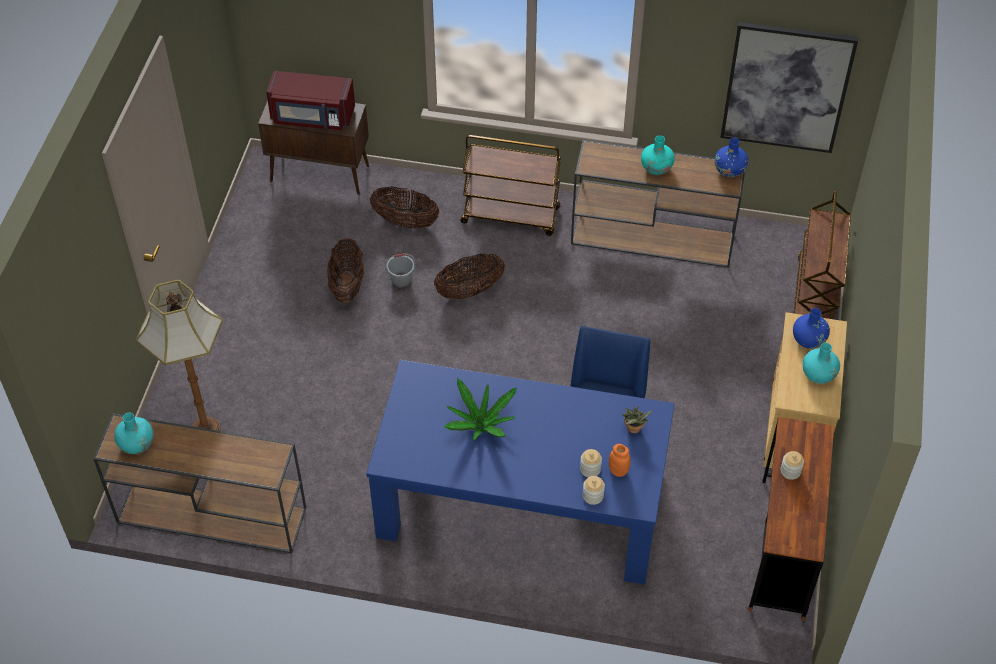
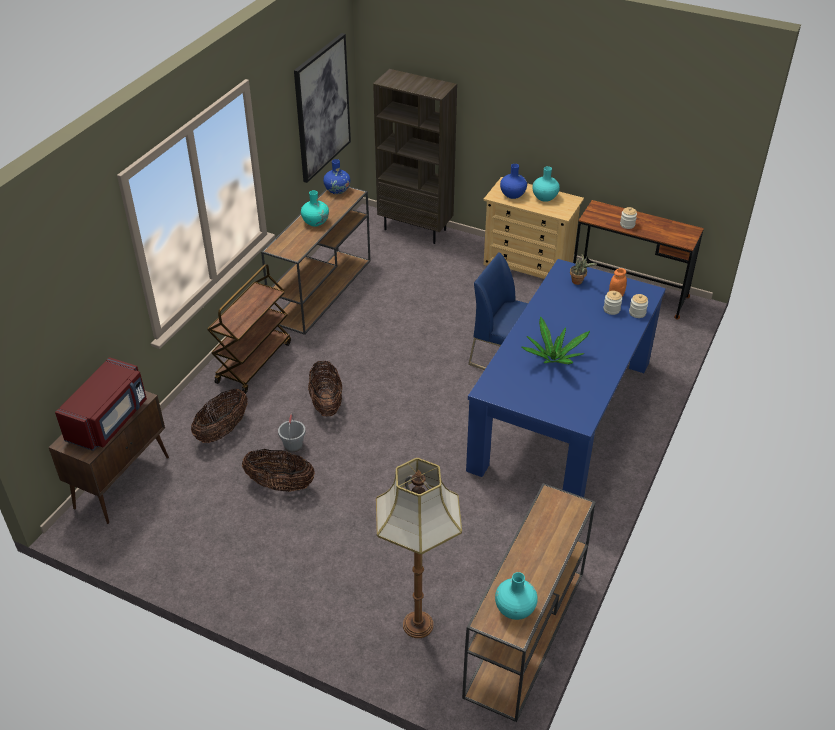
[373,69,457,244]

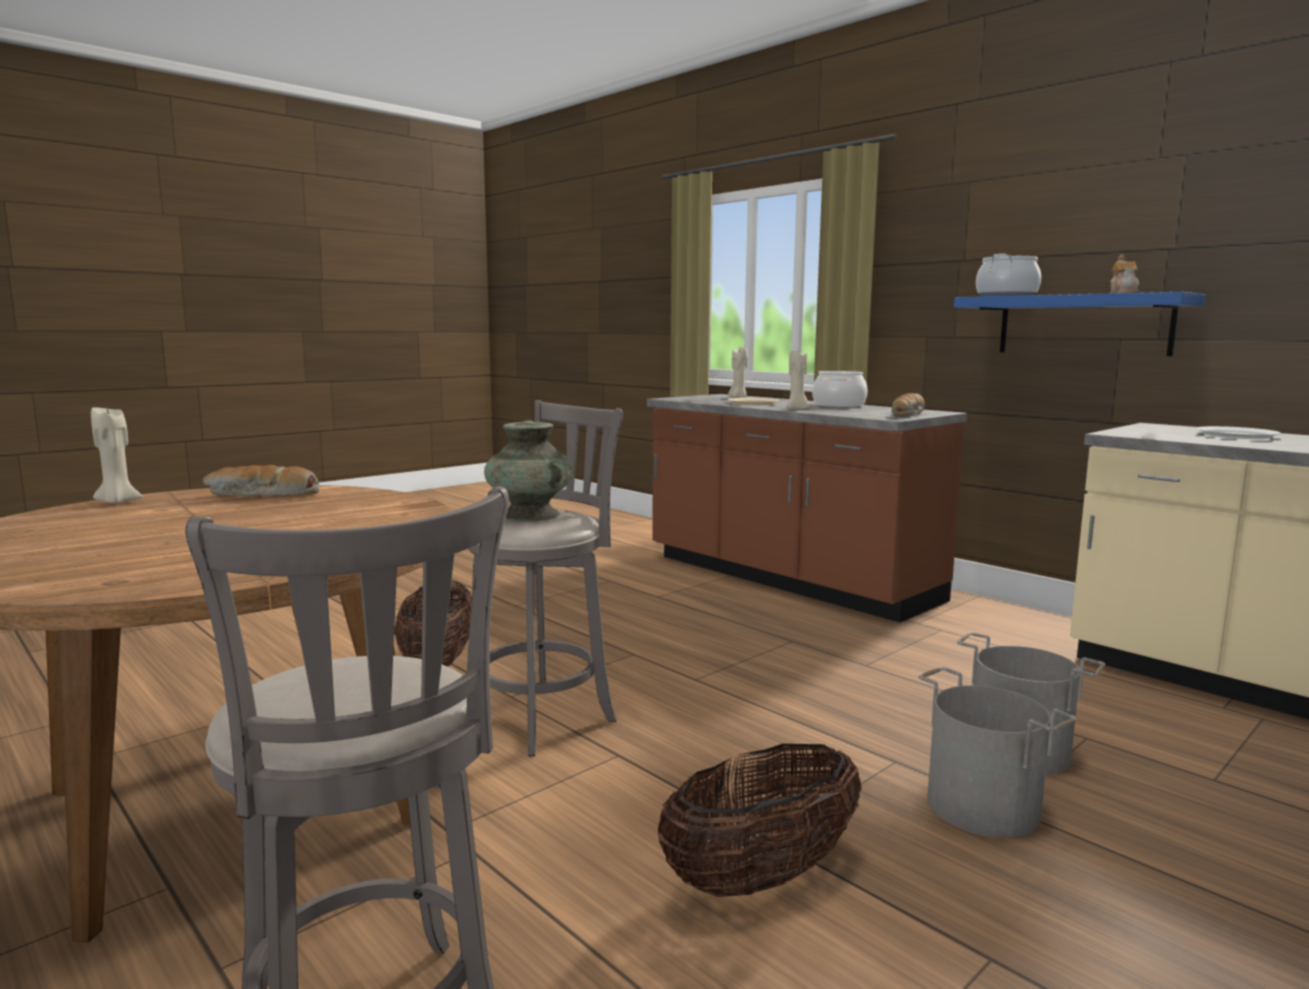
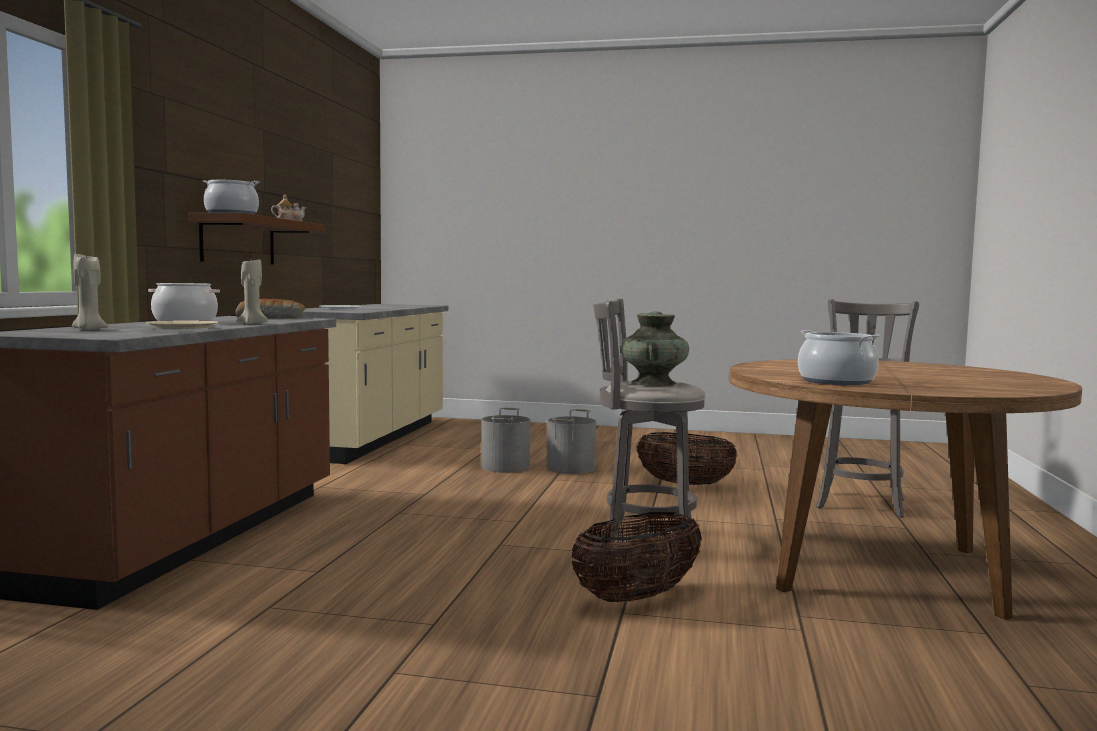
[91,406,143,503] (first image)
[798,330,880,385]
[188,213,325,264]

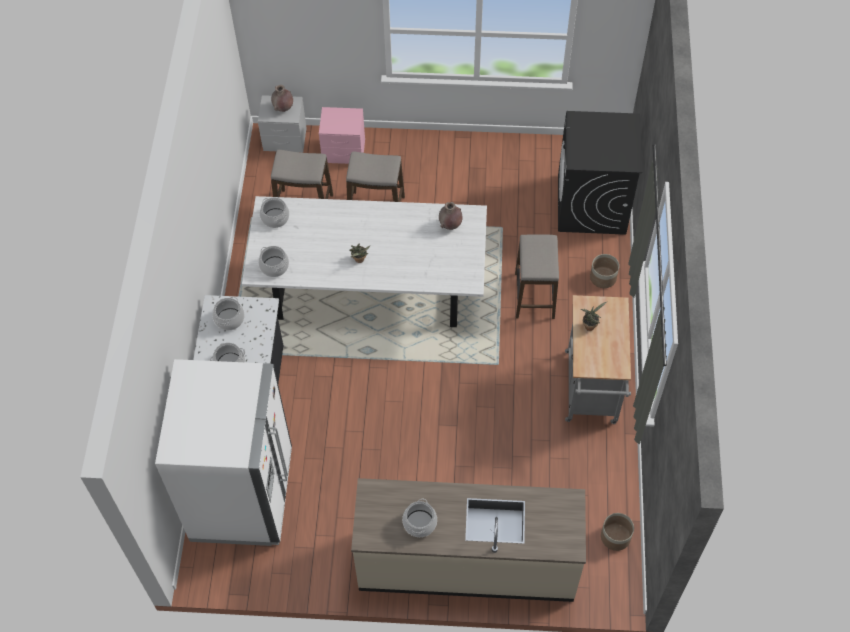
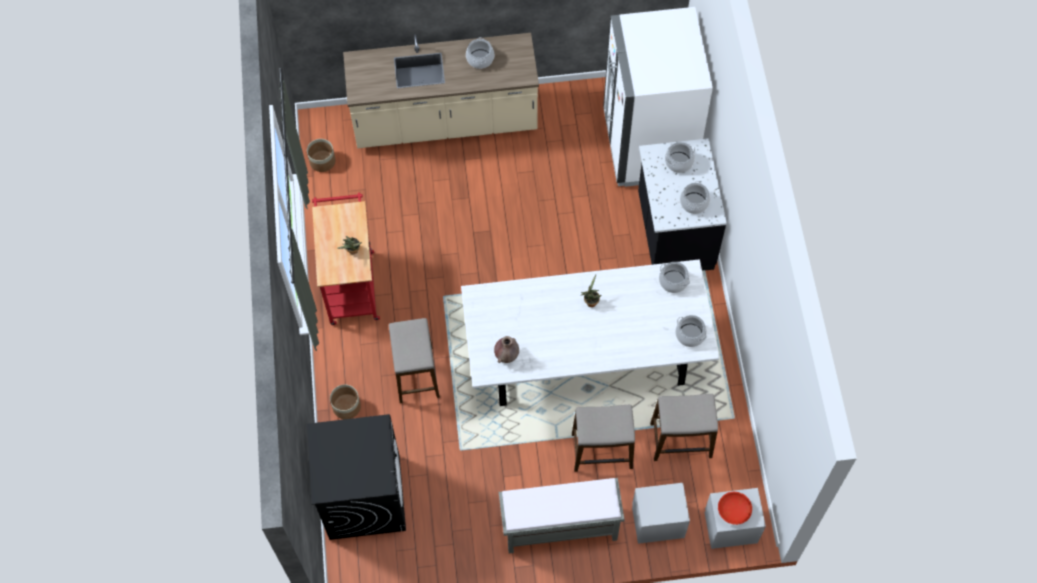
[718,492,752,525]
[632,483,690,544]
[312,193,380,325]
[499,478,625,554]

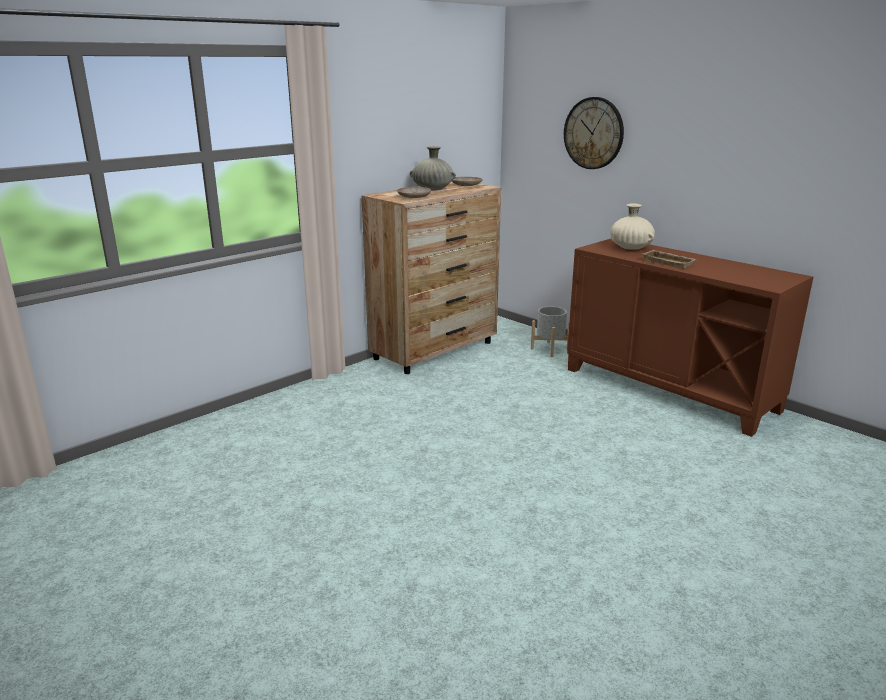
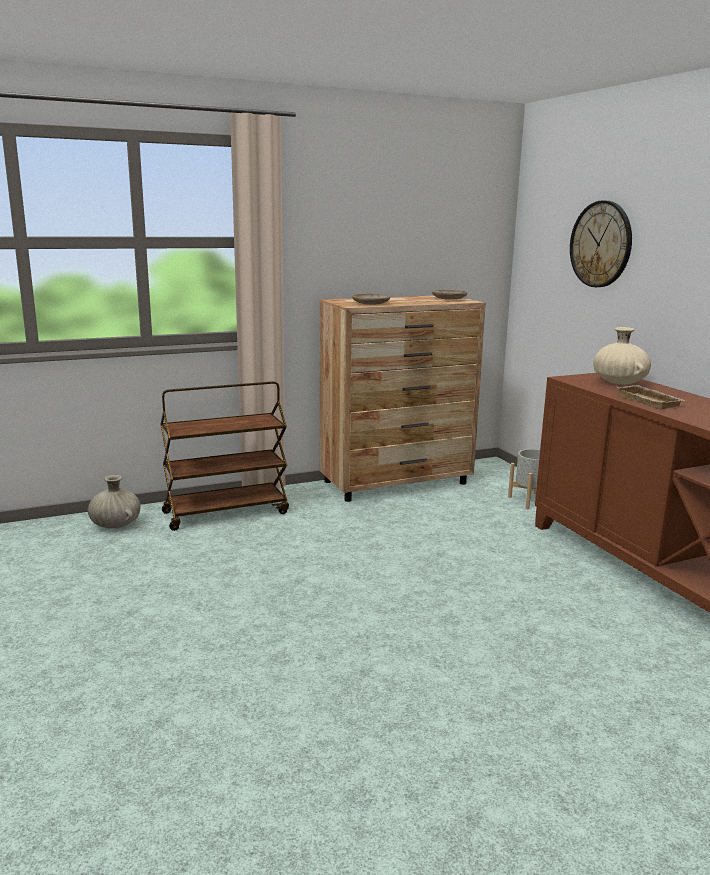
[88,475,141,529]
[161,381,289,531]

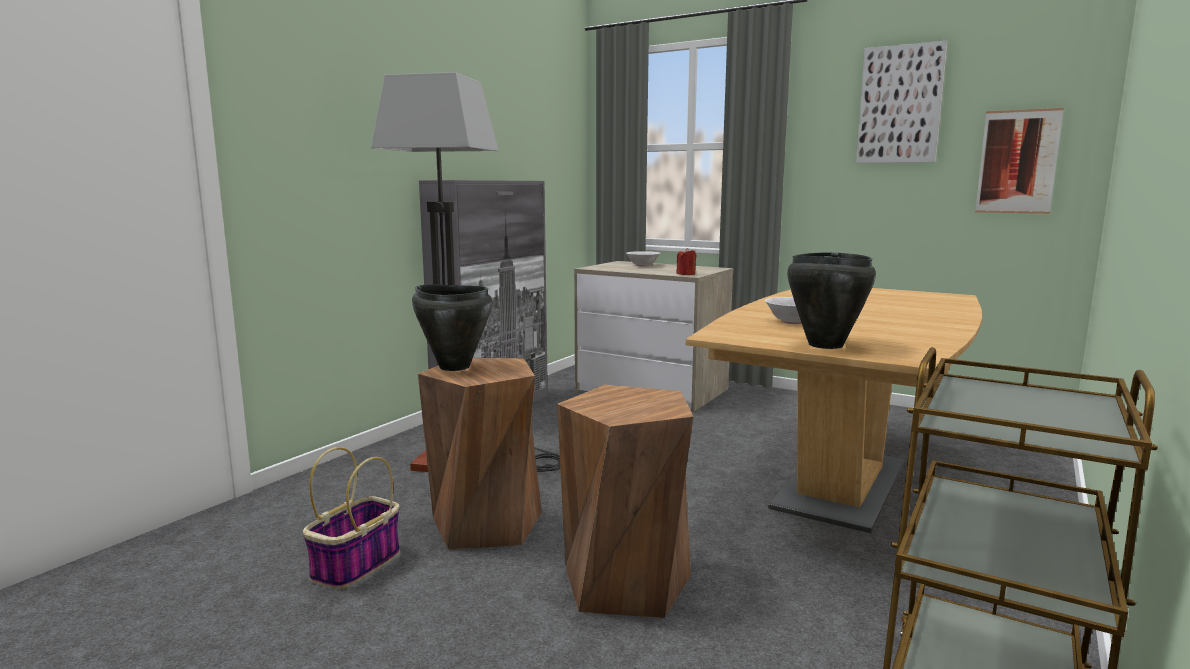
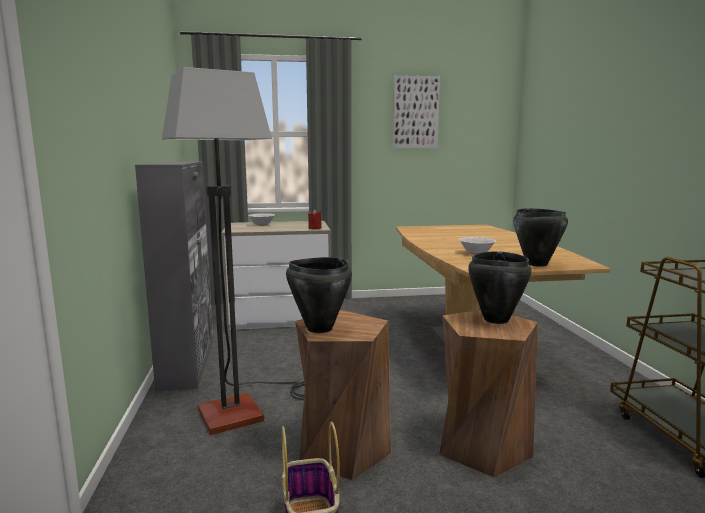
[975,108,1064,214] (first image)
[468,251,532,324]

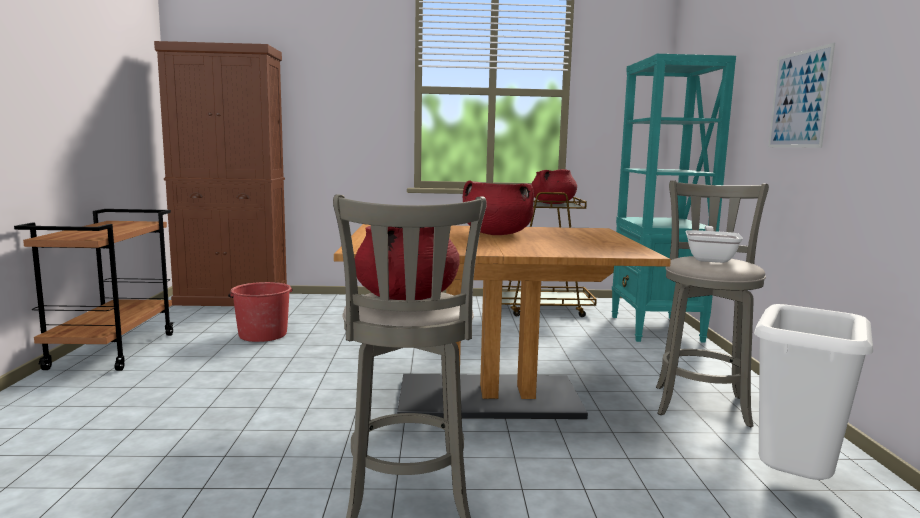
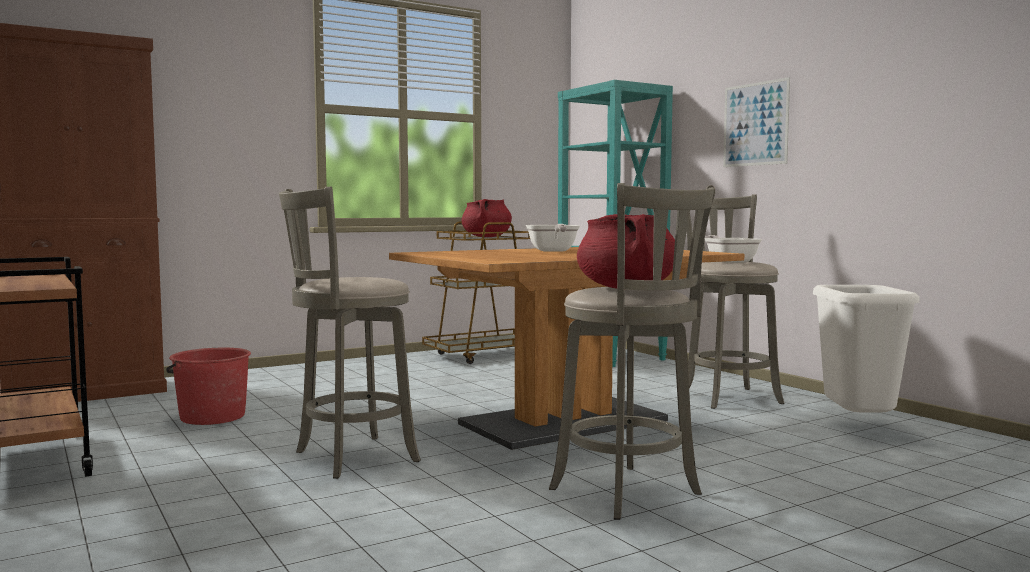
[526,224,580,252]
[279,187,421,479]

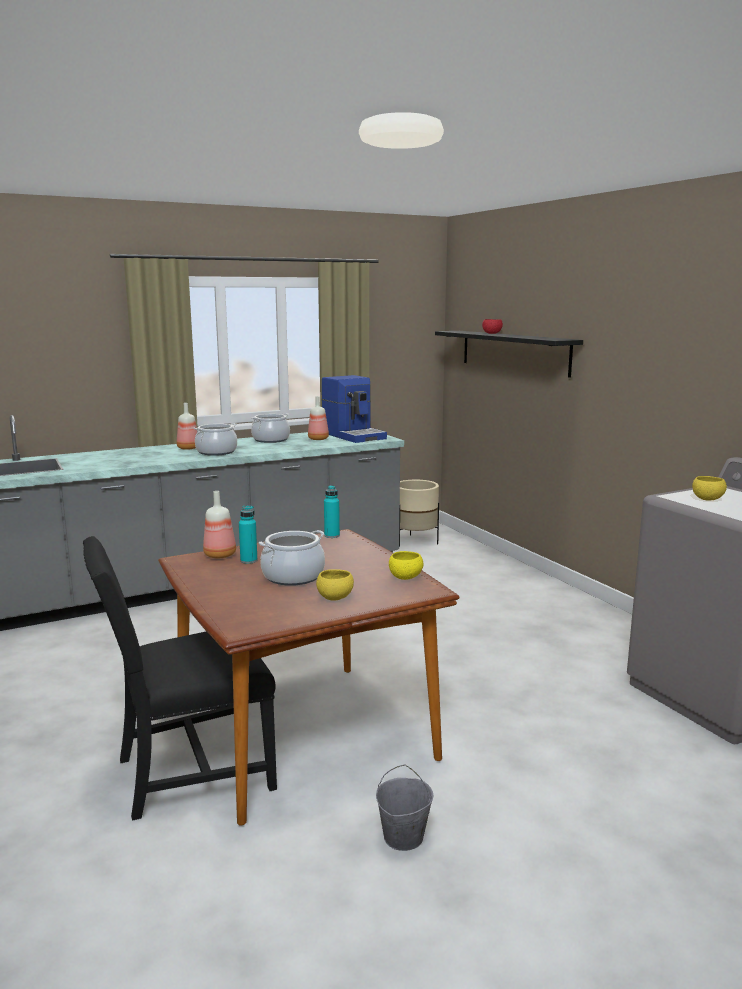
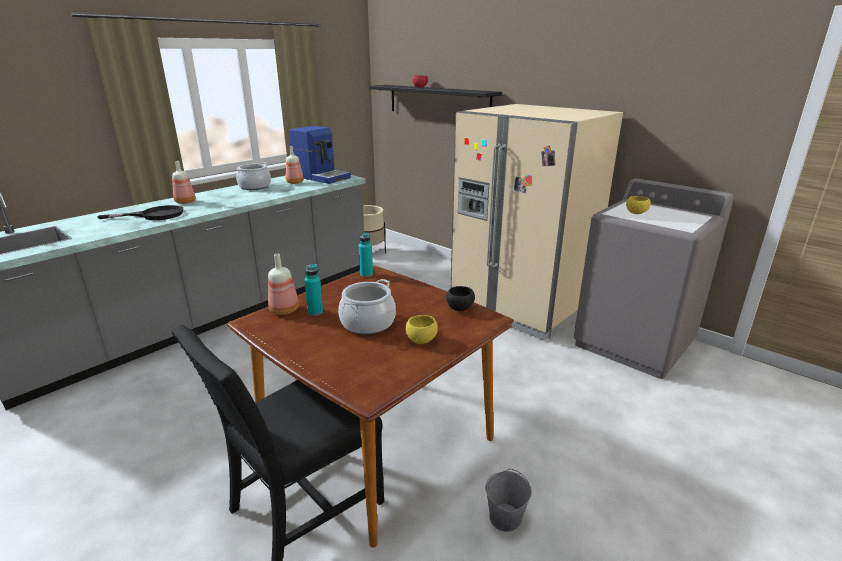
[193,423,237,456] (first image)
[446,286,475,311]
[98,205,183,220]
[451,104,623,341]

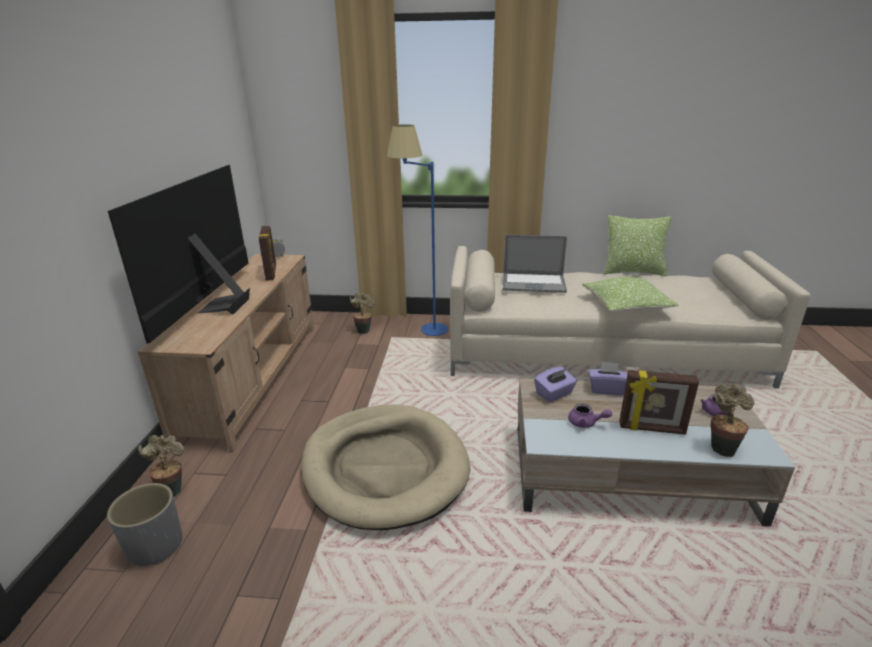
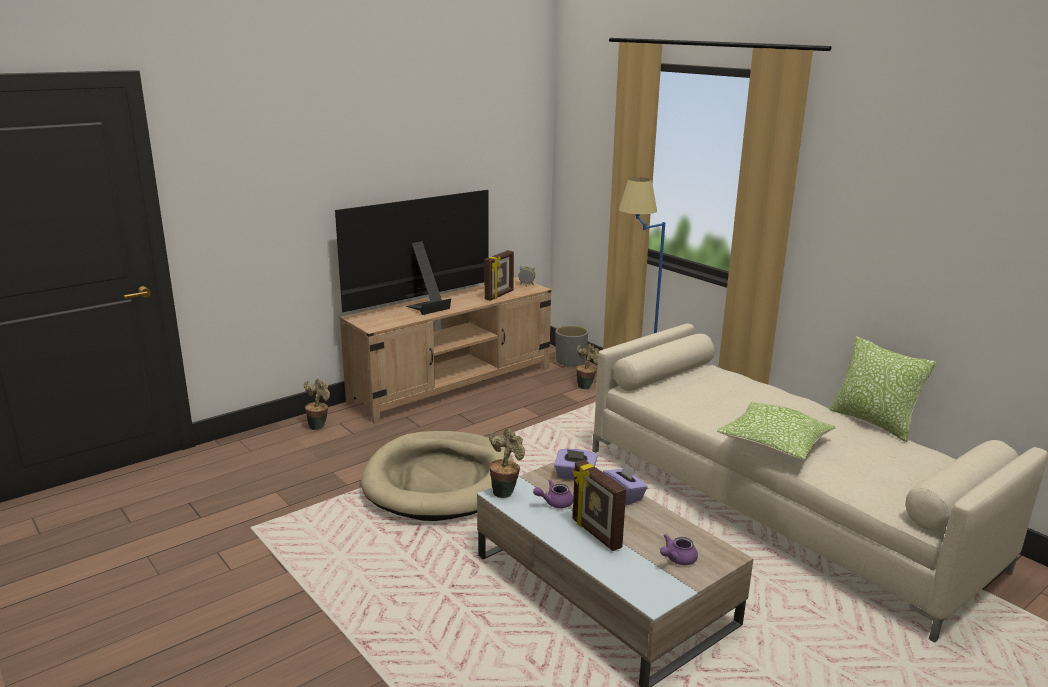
[556,325,588,367]
[503,235,567,293] (first image)
[533,479,573,508]
[489,428,525,498]

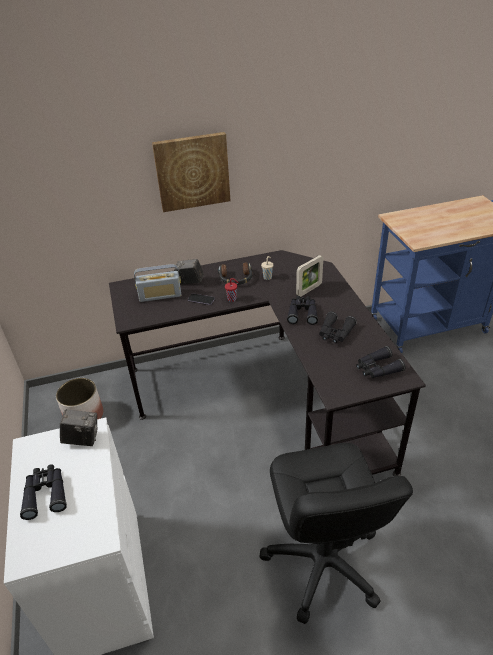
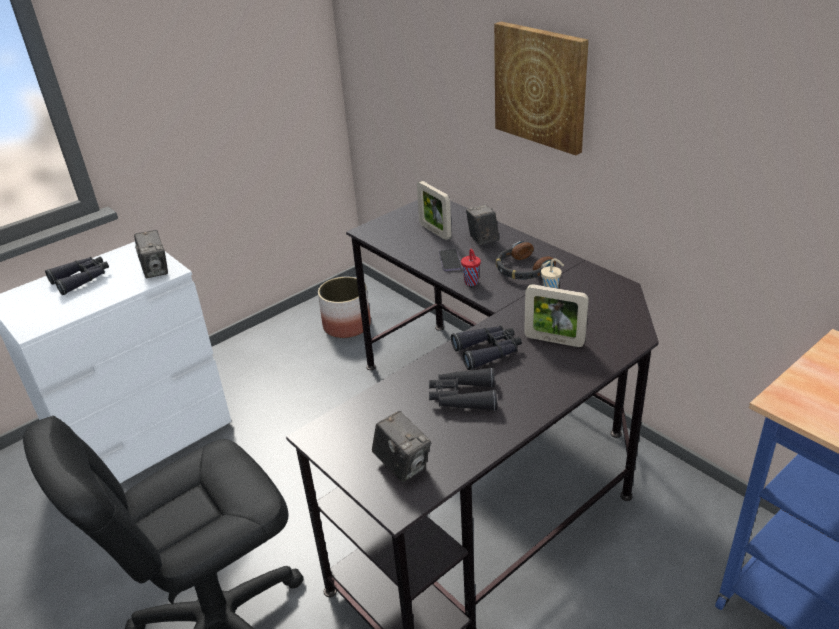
[417,181,452,240]
[372,411,431,482]

